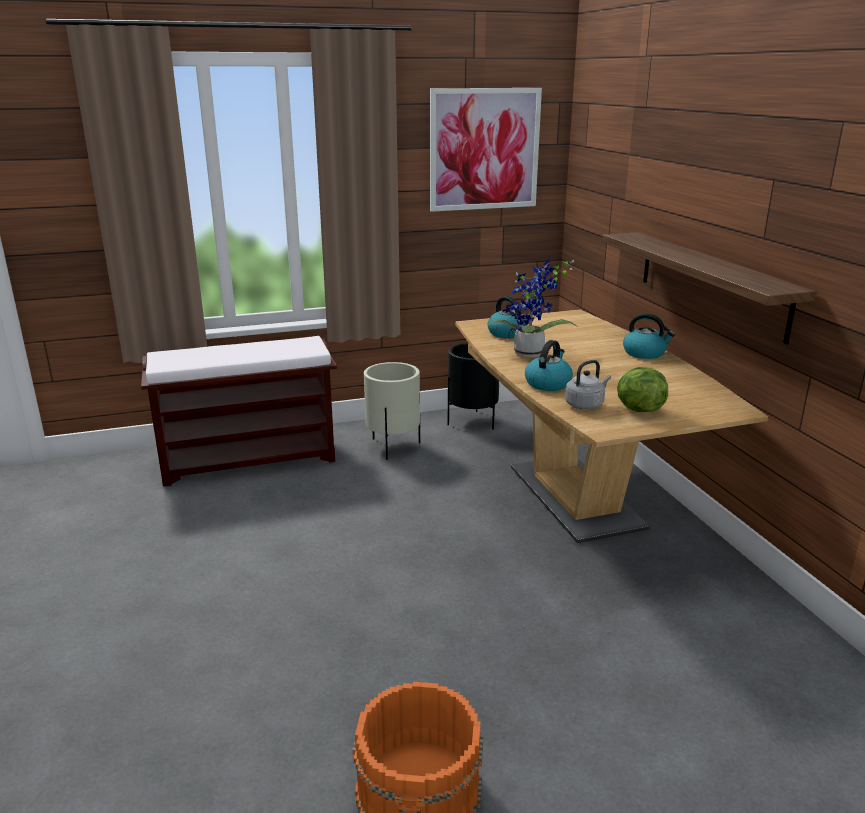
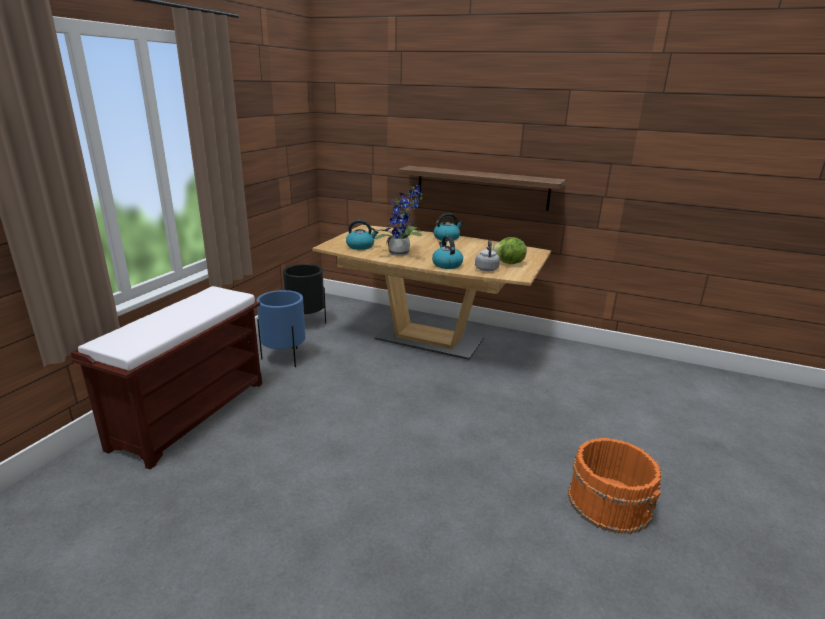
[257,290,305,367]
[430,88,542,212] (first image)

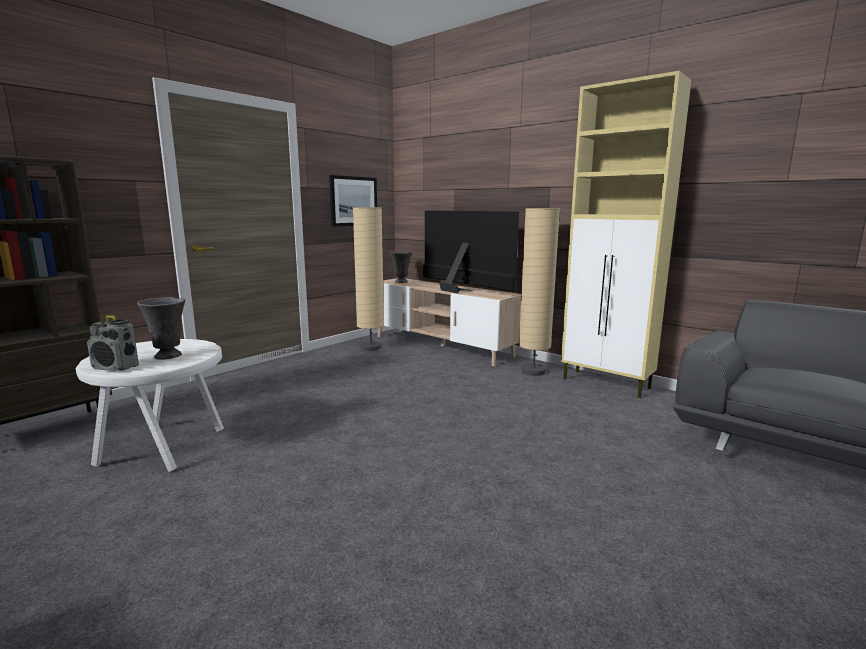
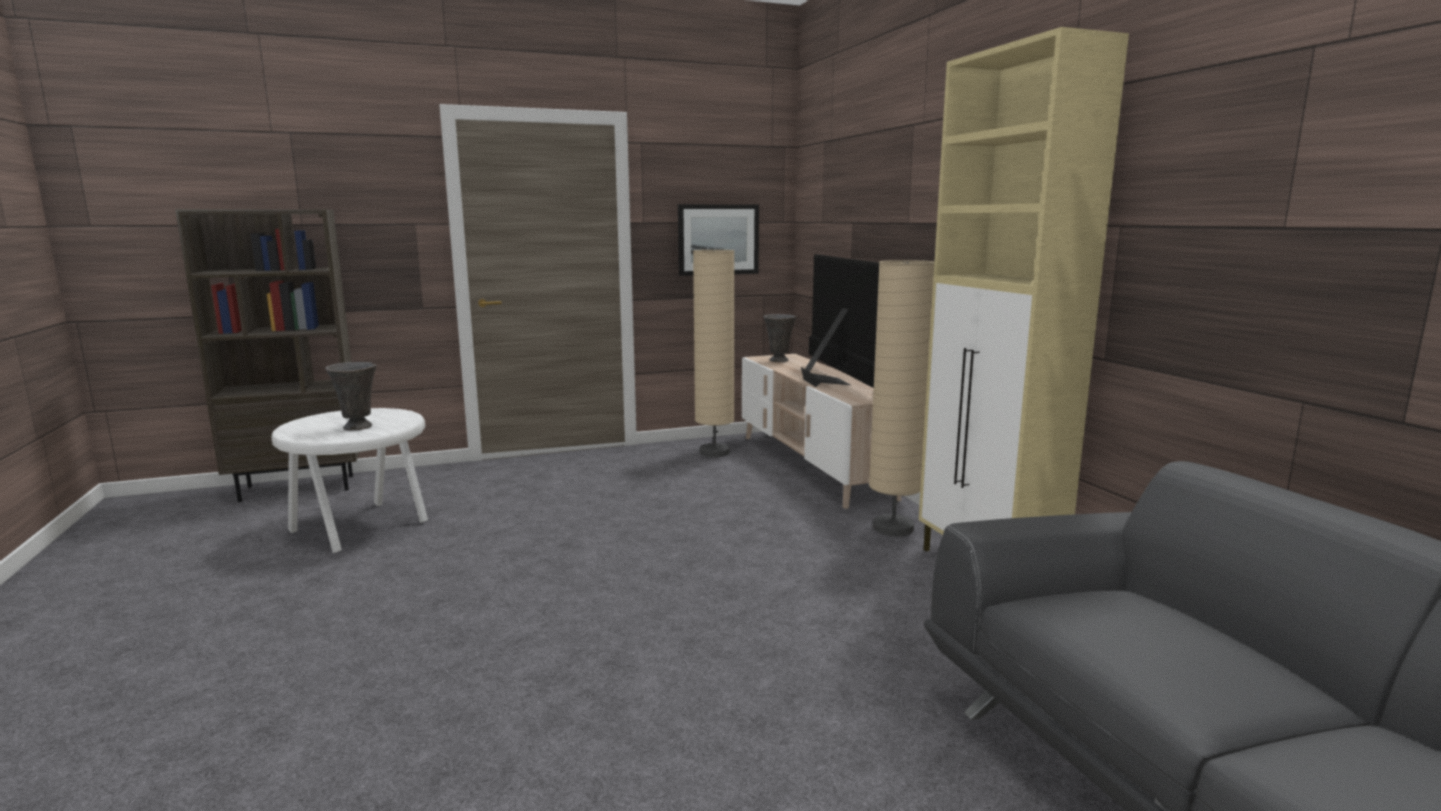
[87,315,139,371] (first image)

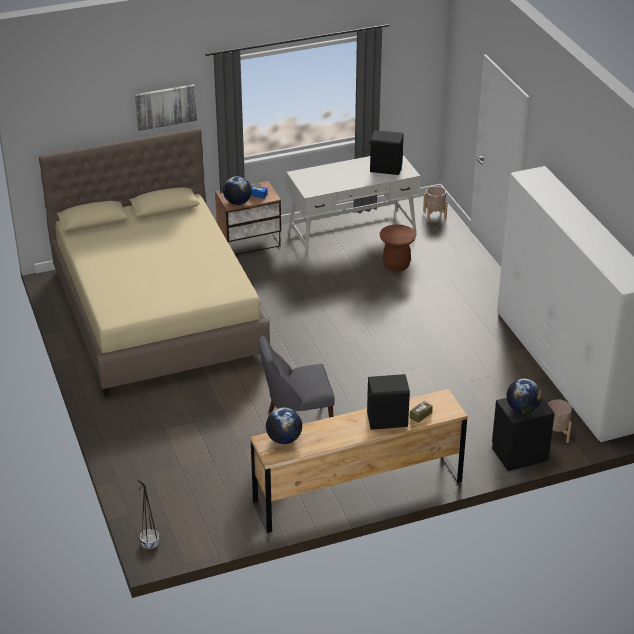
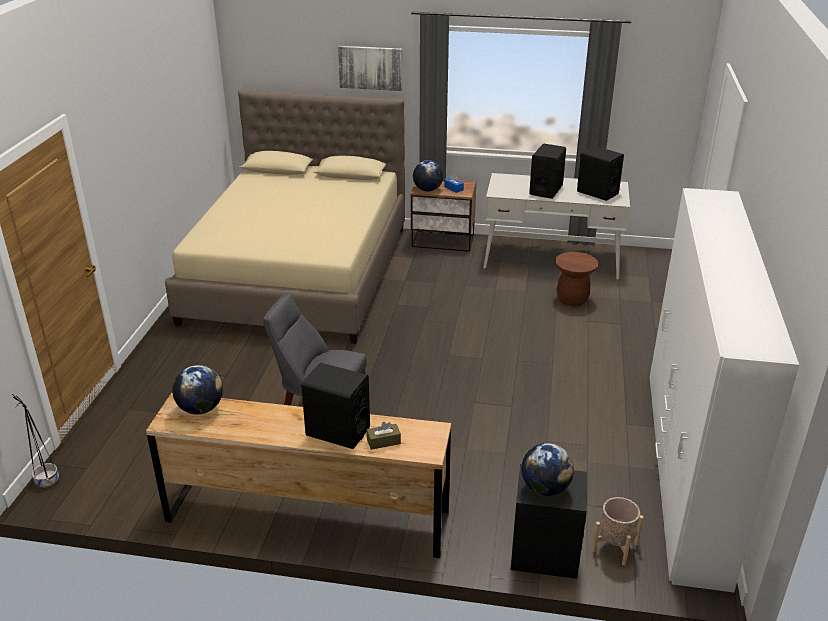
[423,186,448,222] (first image)
[529,144,566,199]

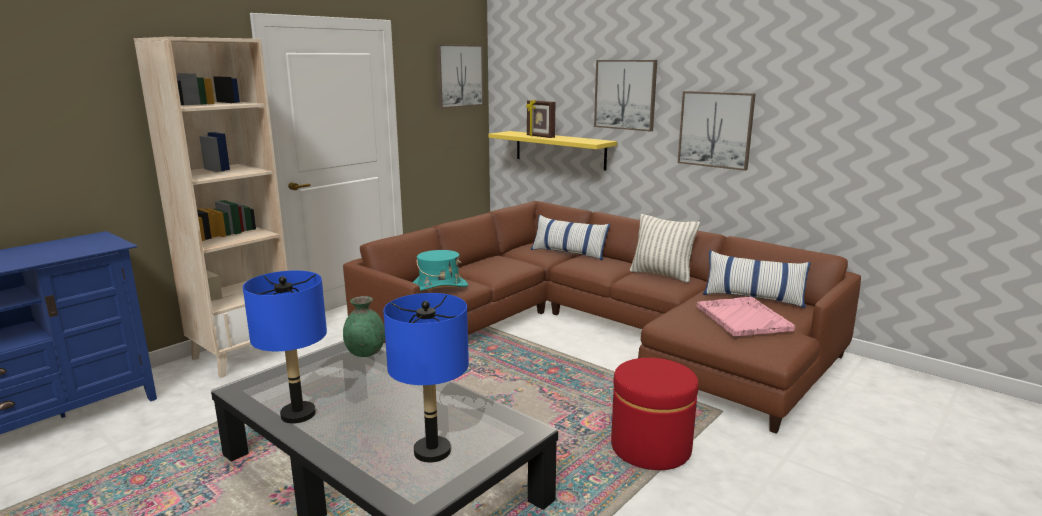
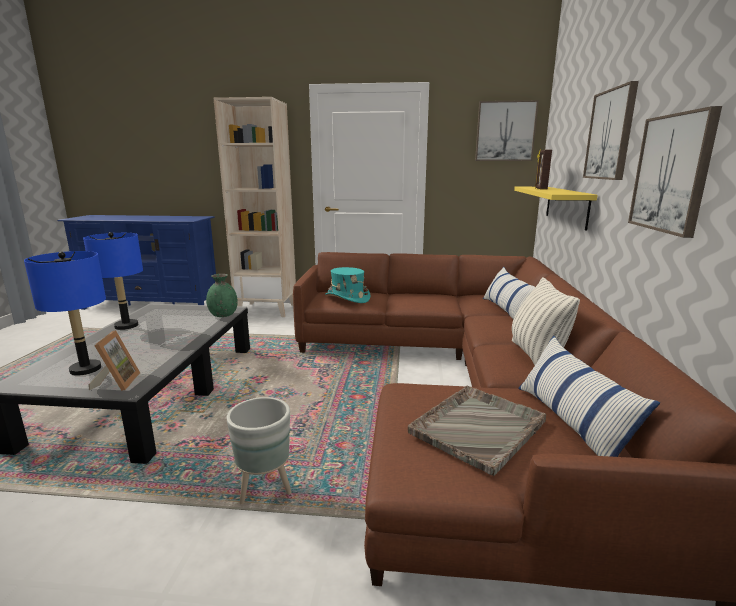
[226,397,292,504]
[408,386,546,476]
[88,330,140,391]

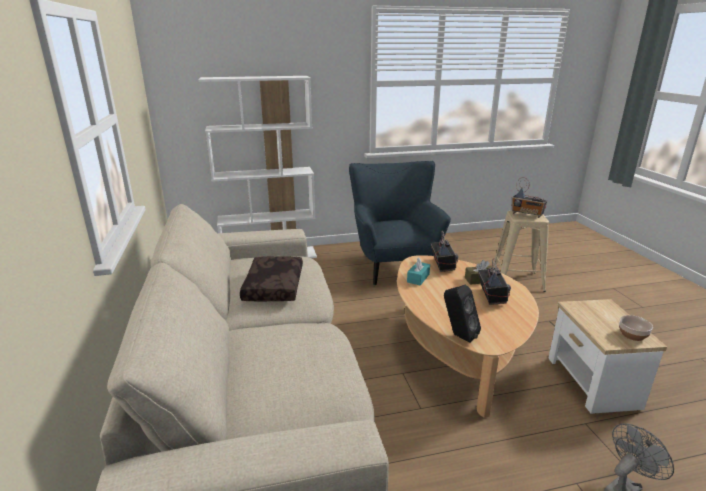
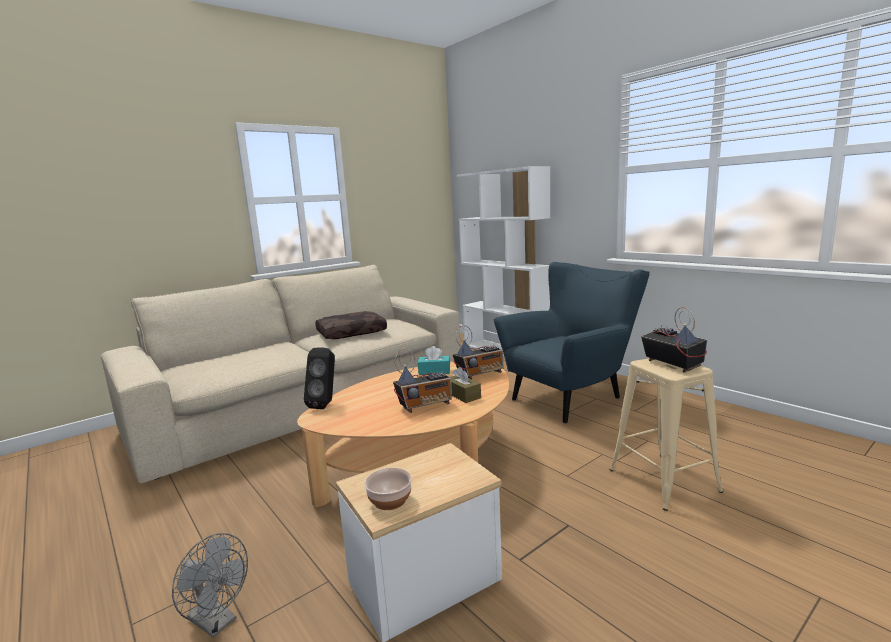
[641,307,707,373]

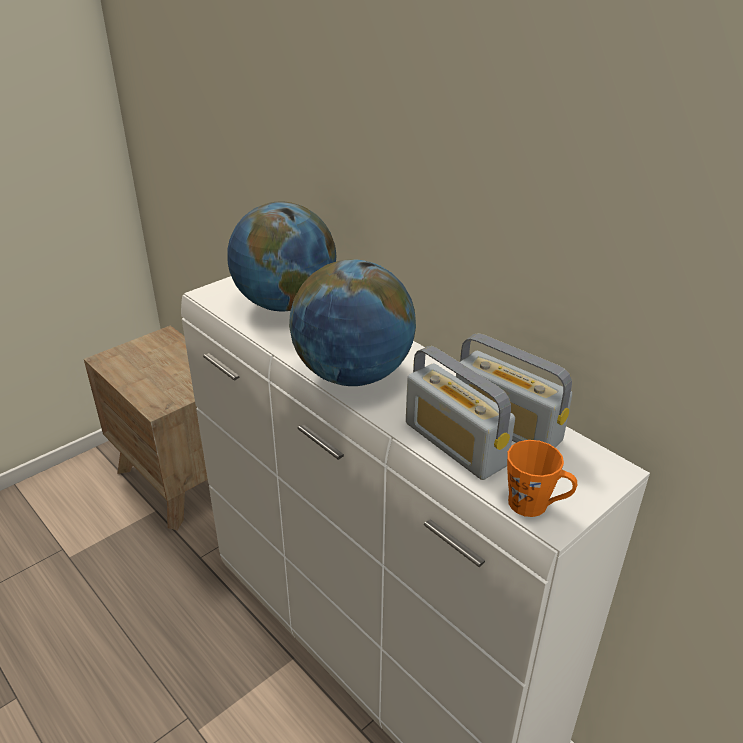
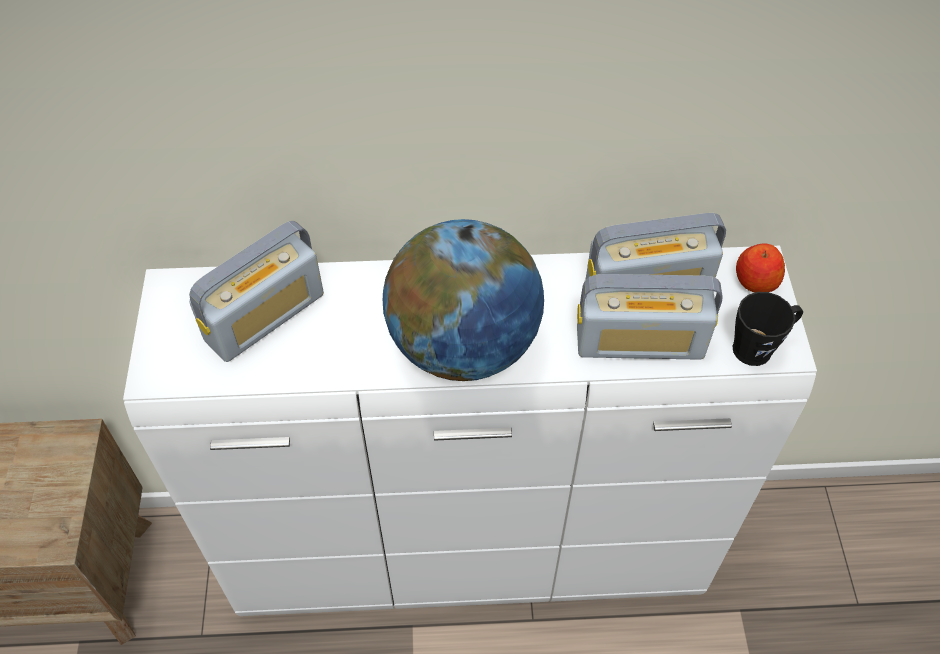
[189,221,324,362]
[732,292,803,366]
[736,244,785,292]

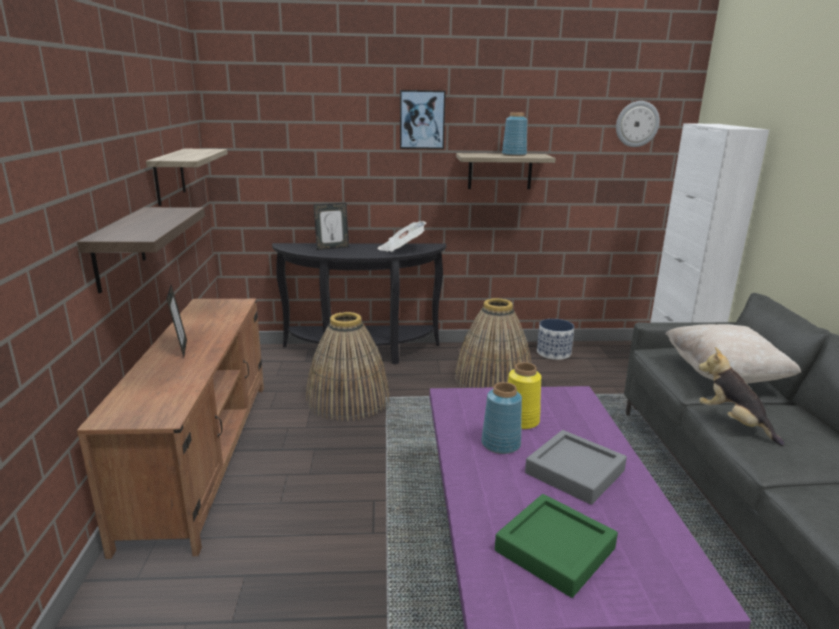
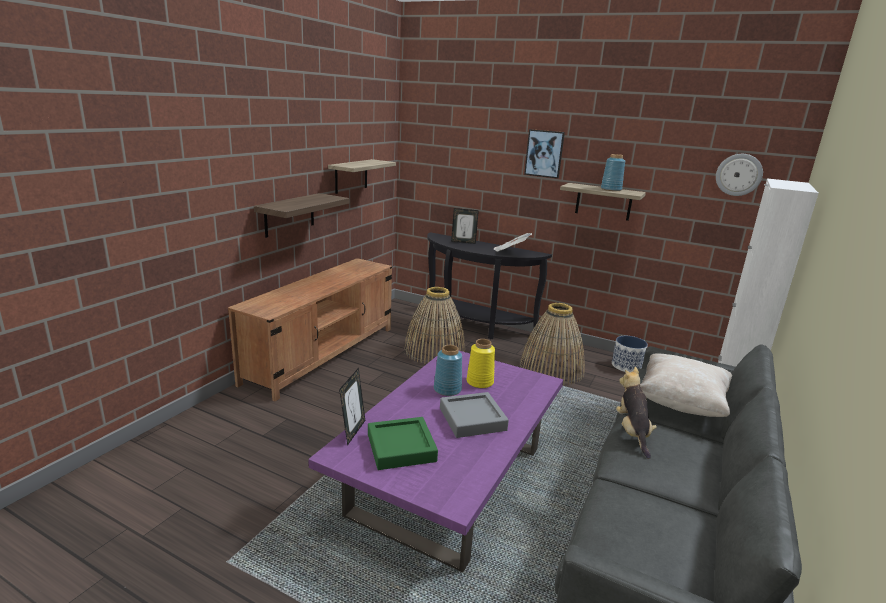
[339,368,365,446]

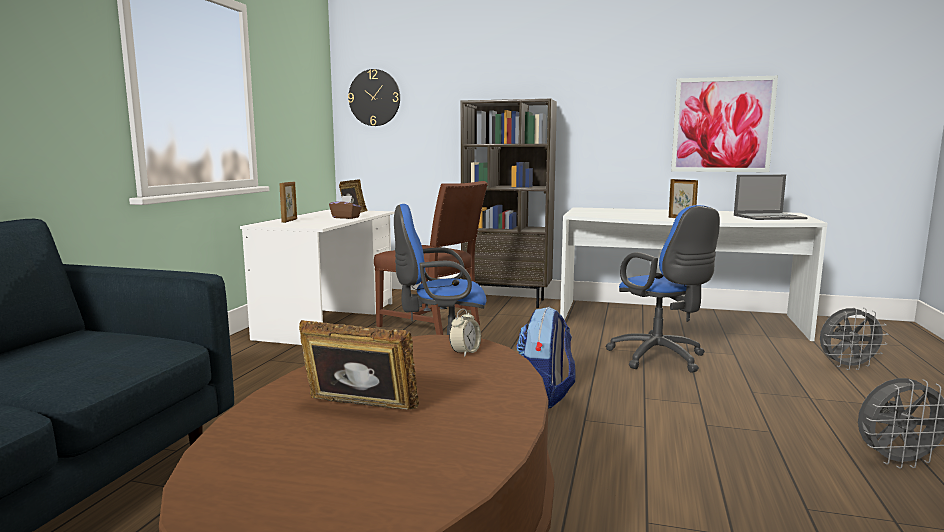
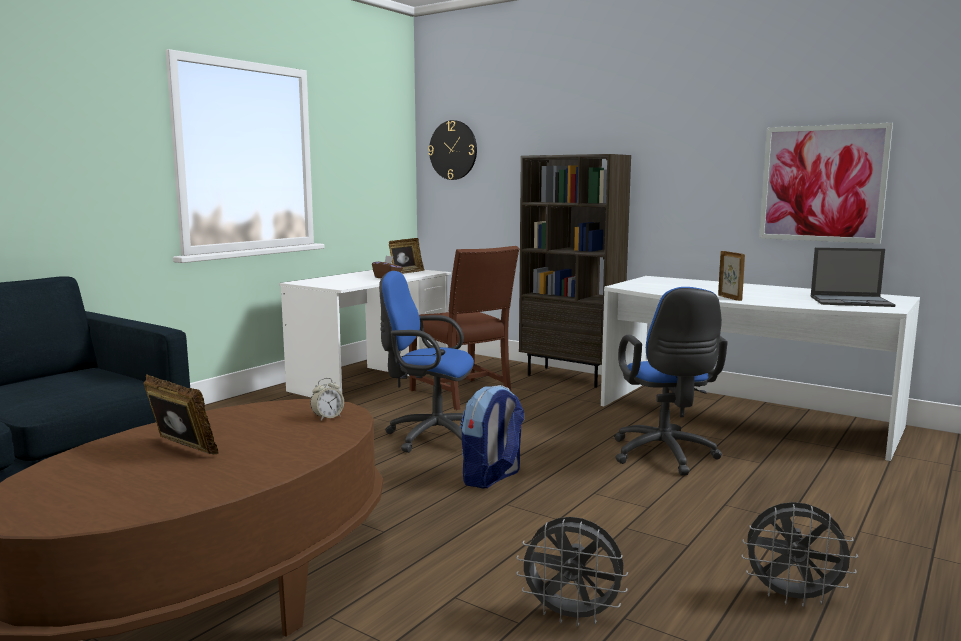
[279,182,297,223] (first image)
[516,517,628,627]

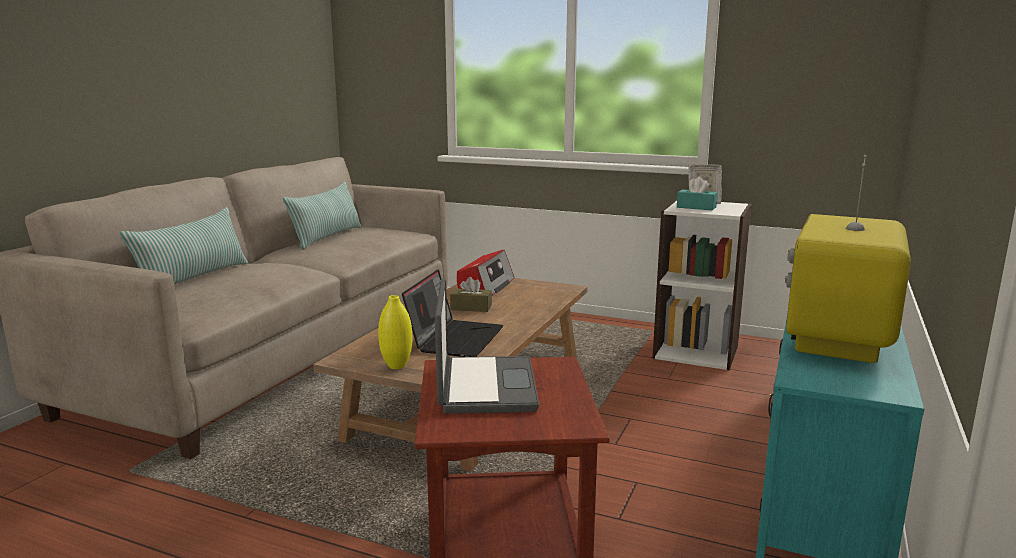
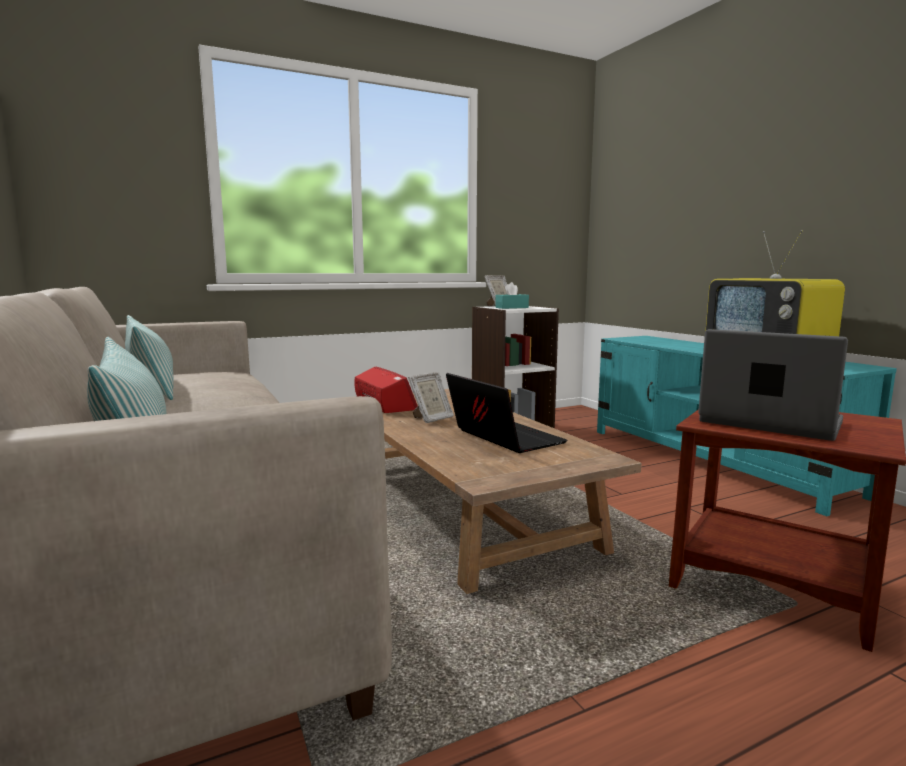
[378,295,413,369] (first image)
[408,372,454,423]

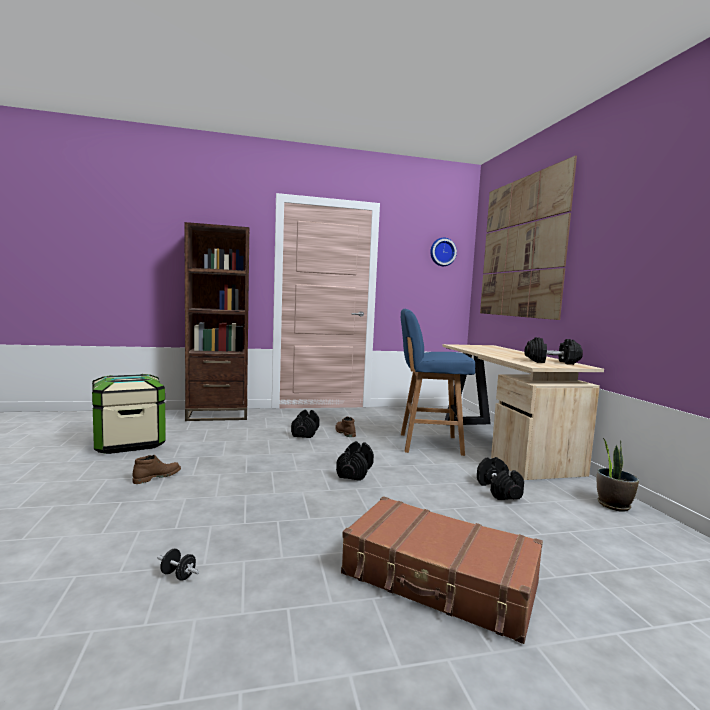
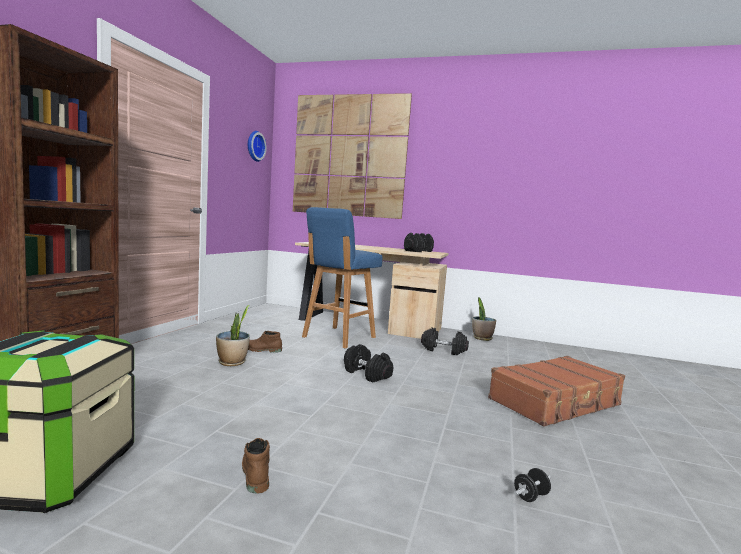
[216,305,250,366]

